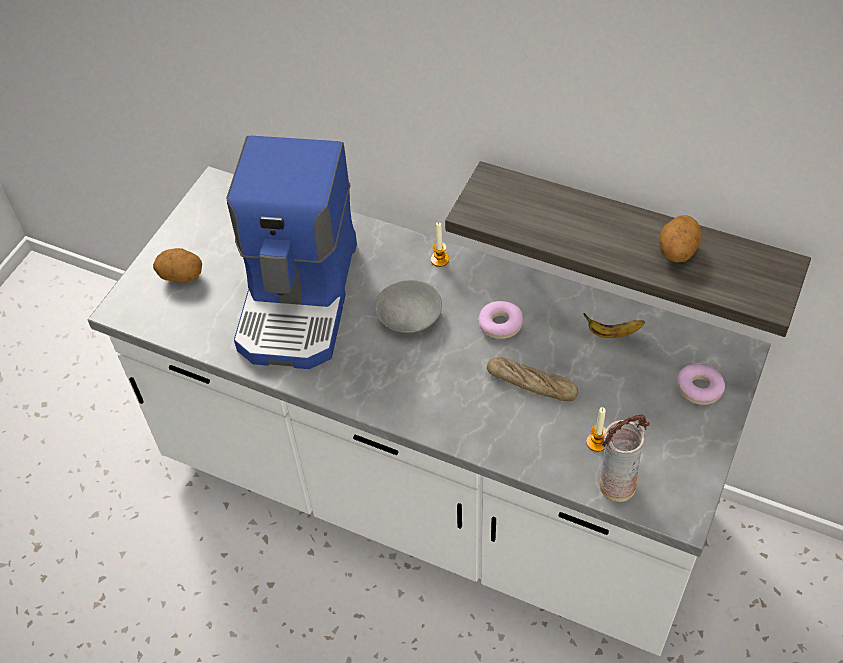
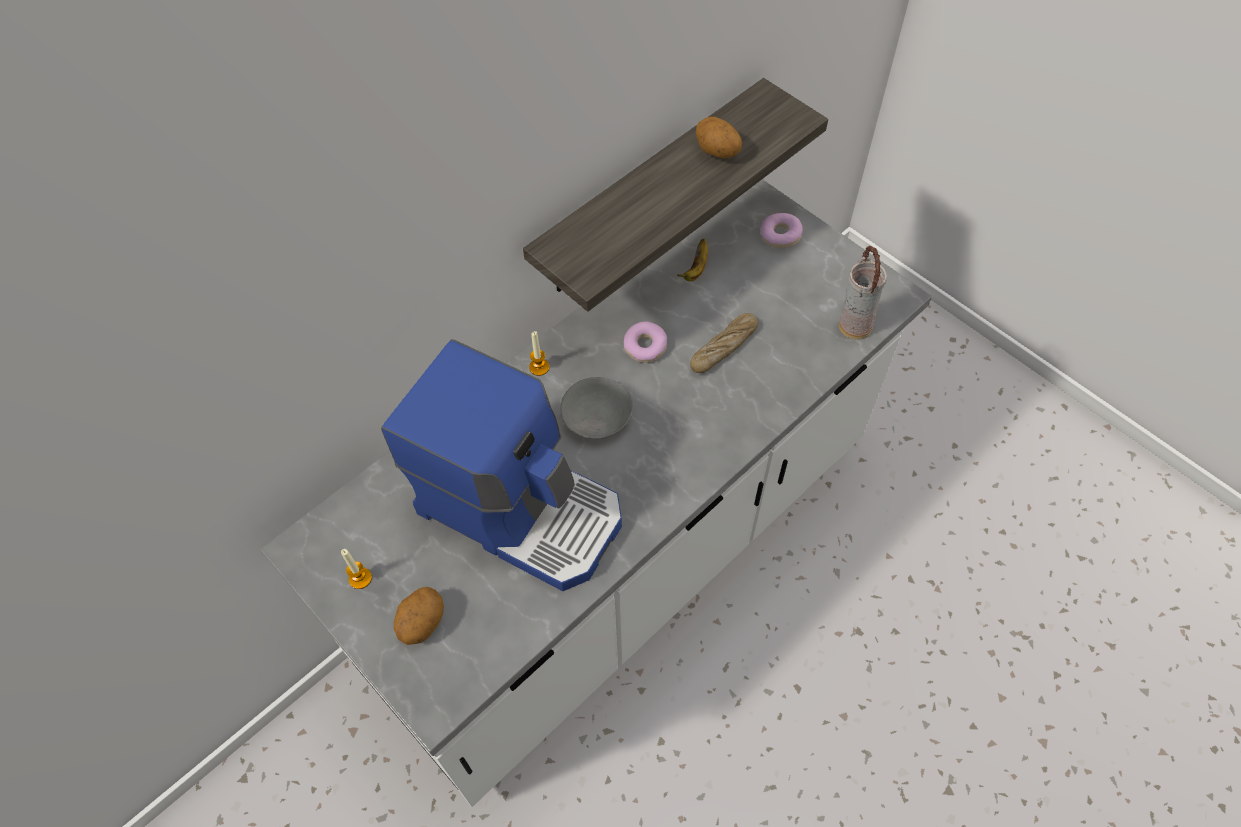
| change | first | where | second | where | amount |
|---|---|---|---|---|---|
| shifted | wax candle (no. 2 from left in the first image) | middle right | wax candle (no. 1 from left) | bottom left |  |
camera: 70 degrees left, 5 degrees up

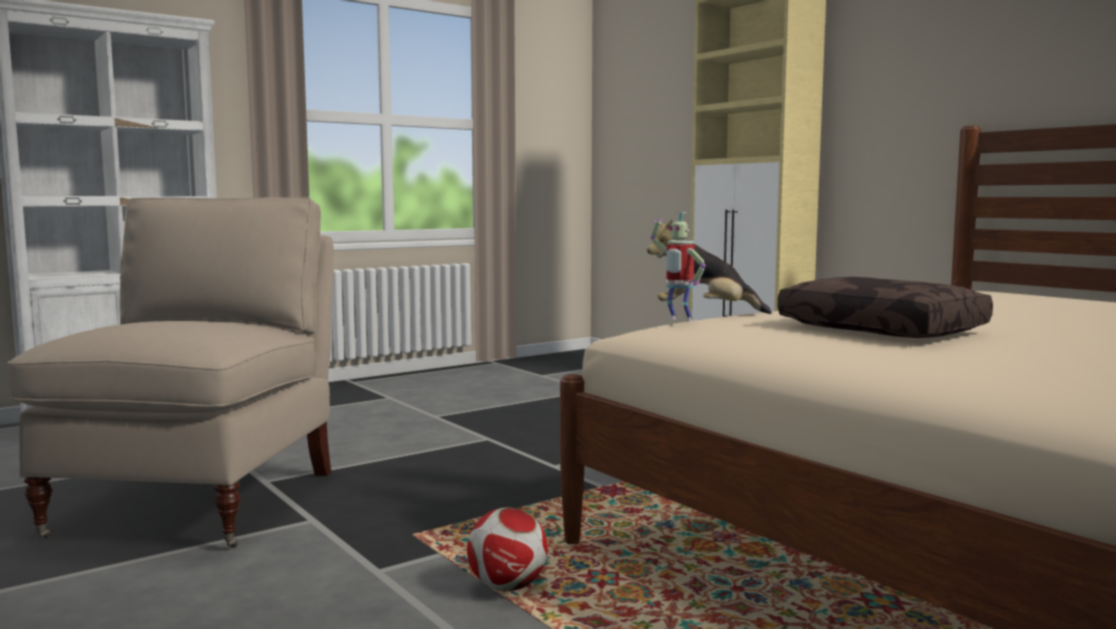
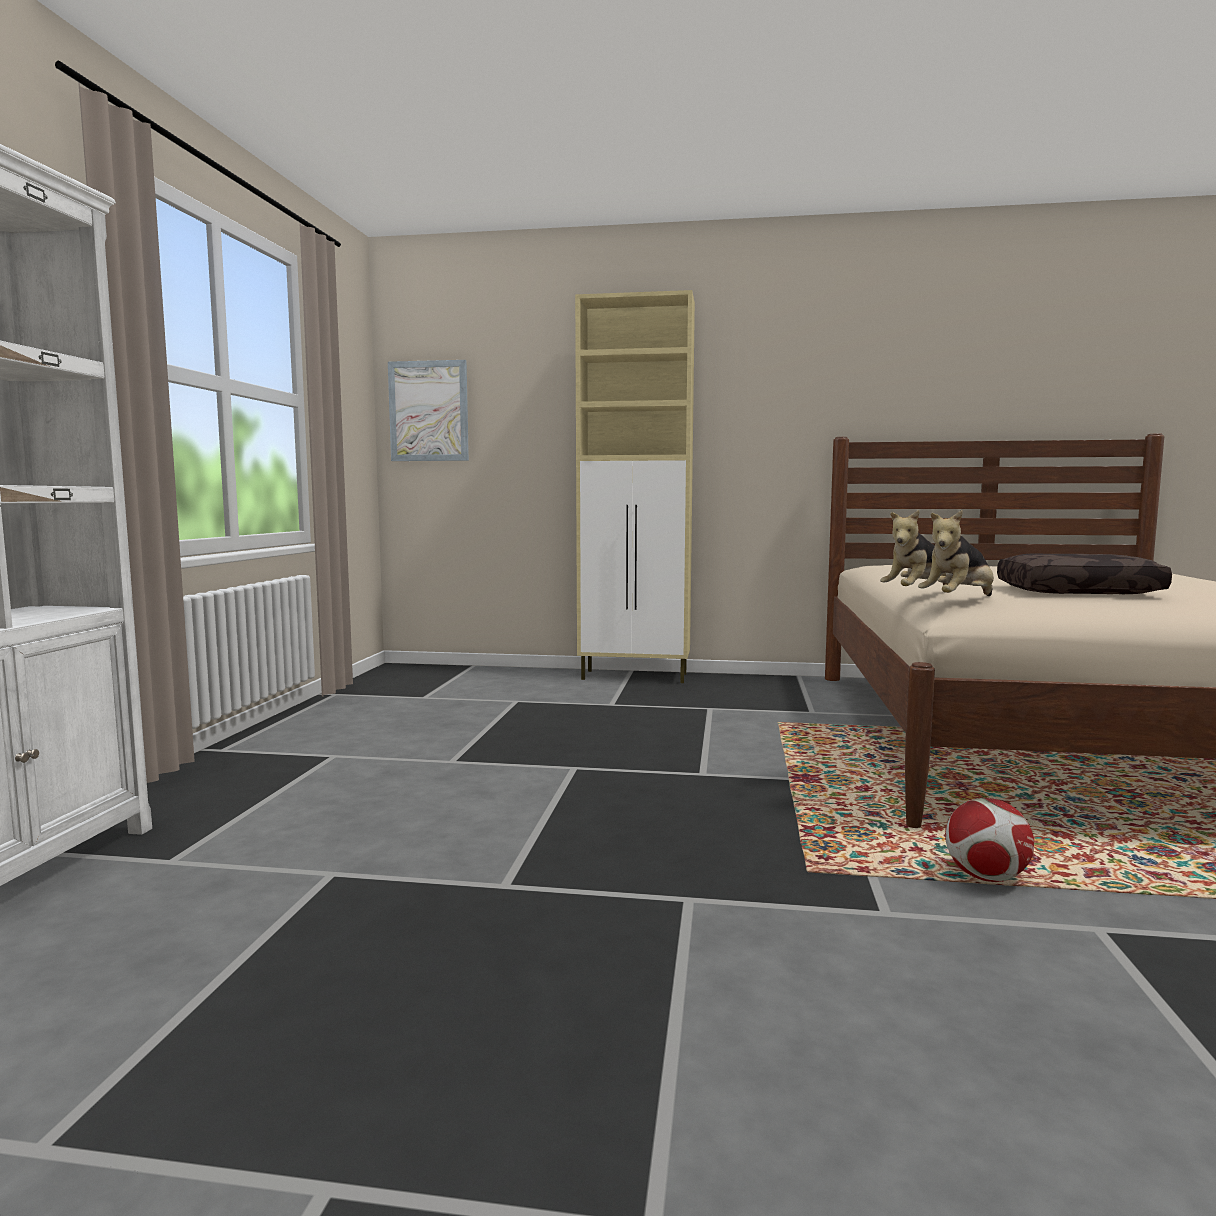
| change | first | where | second | where | amount |
|---|---|---|---|---|---|
| gone | beige chair | middle left |  |  |  |
| swapped | robot figure | centre | soft toy (no. 2 from left) | middle right |  |
| new |  |  | wall art | centre |  |
camera: 45 degrees left, 0 degrees up

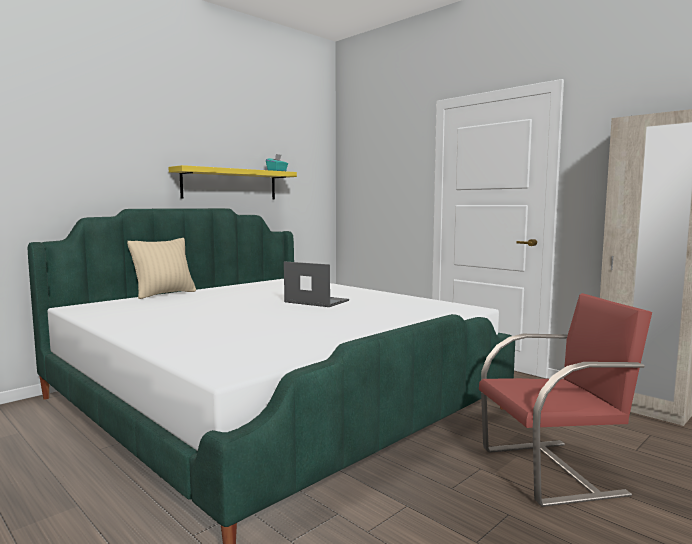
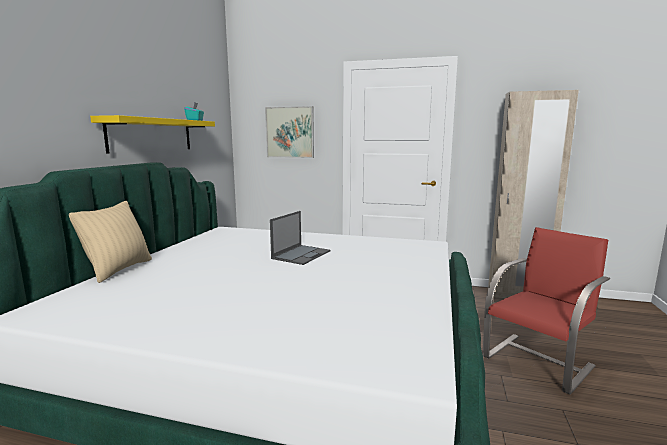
| change | first | where | second | where | amount |
|---|---|---|---|---|---|
| rotated | portable computer | centre |  | centre | 120 degrees clockwise |
| new |  |  | wall art | top centre |  |
camera: 30 degrees left, 5 degrees up

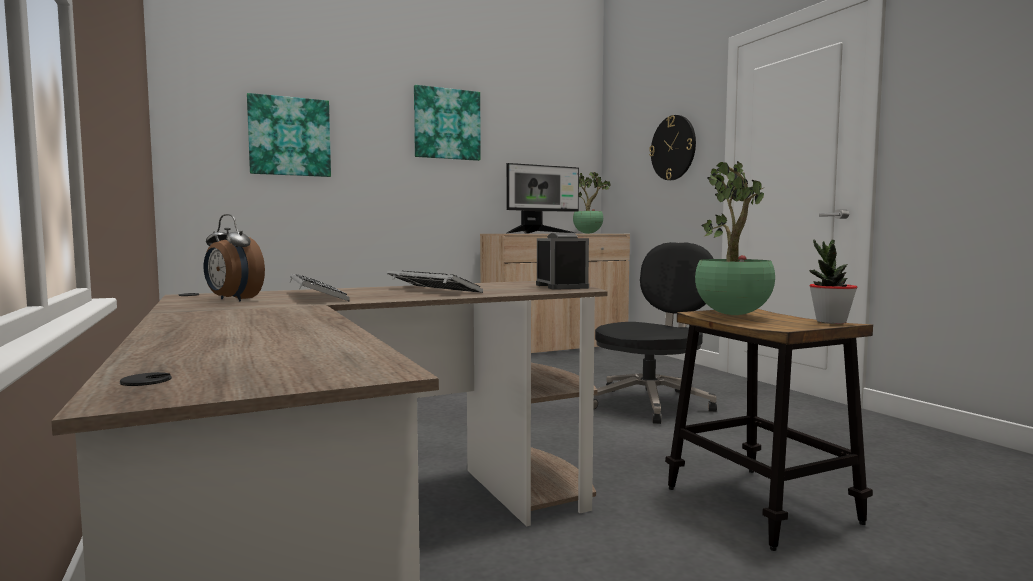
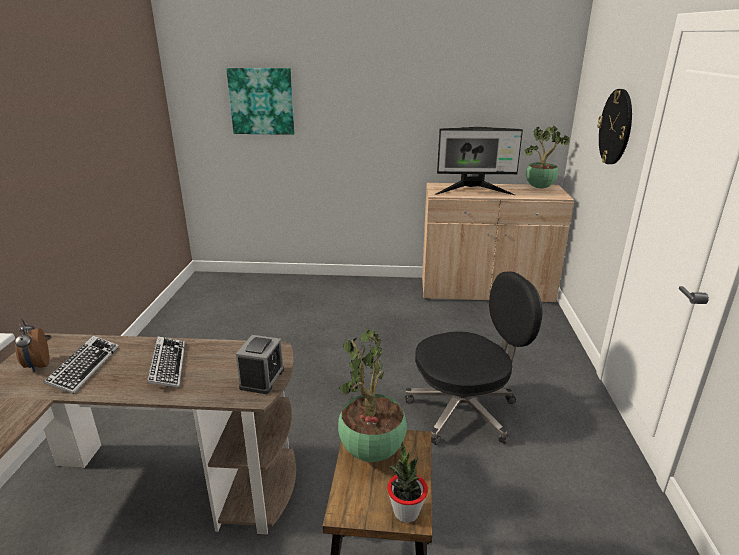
| change | first | where | second | where | amount |
|---|---|---|---|---|---|
| gone | wall art (no. 2 from left) | top centre |  |  |  |
camera: 30 degrees right, 20 degrees up

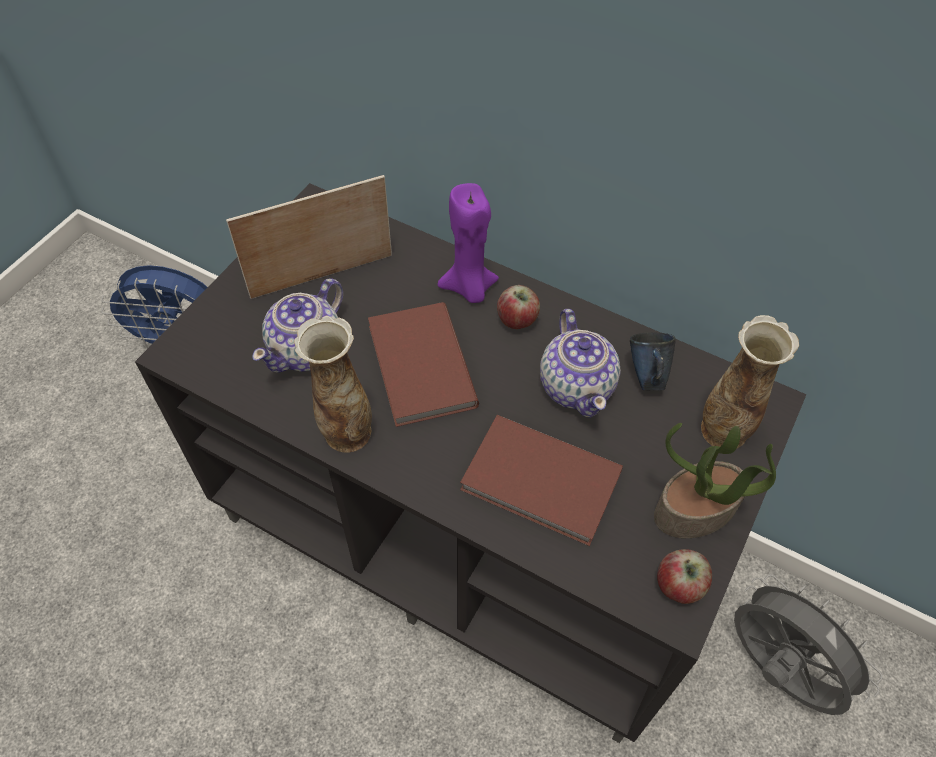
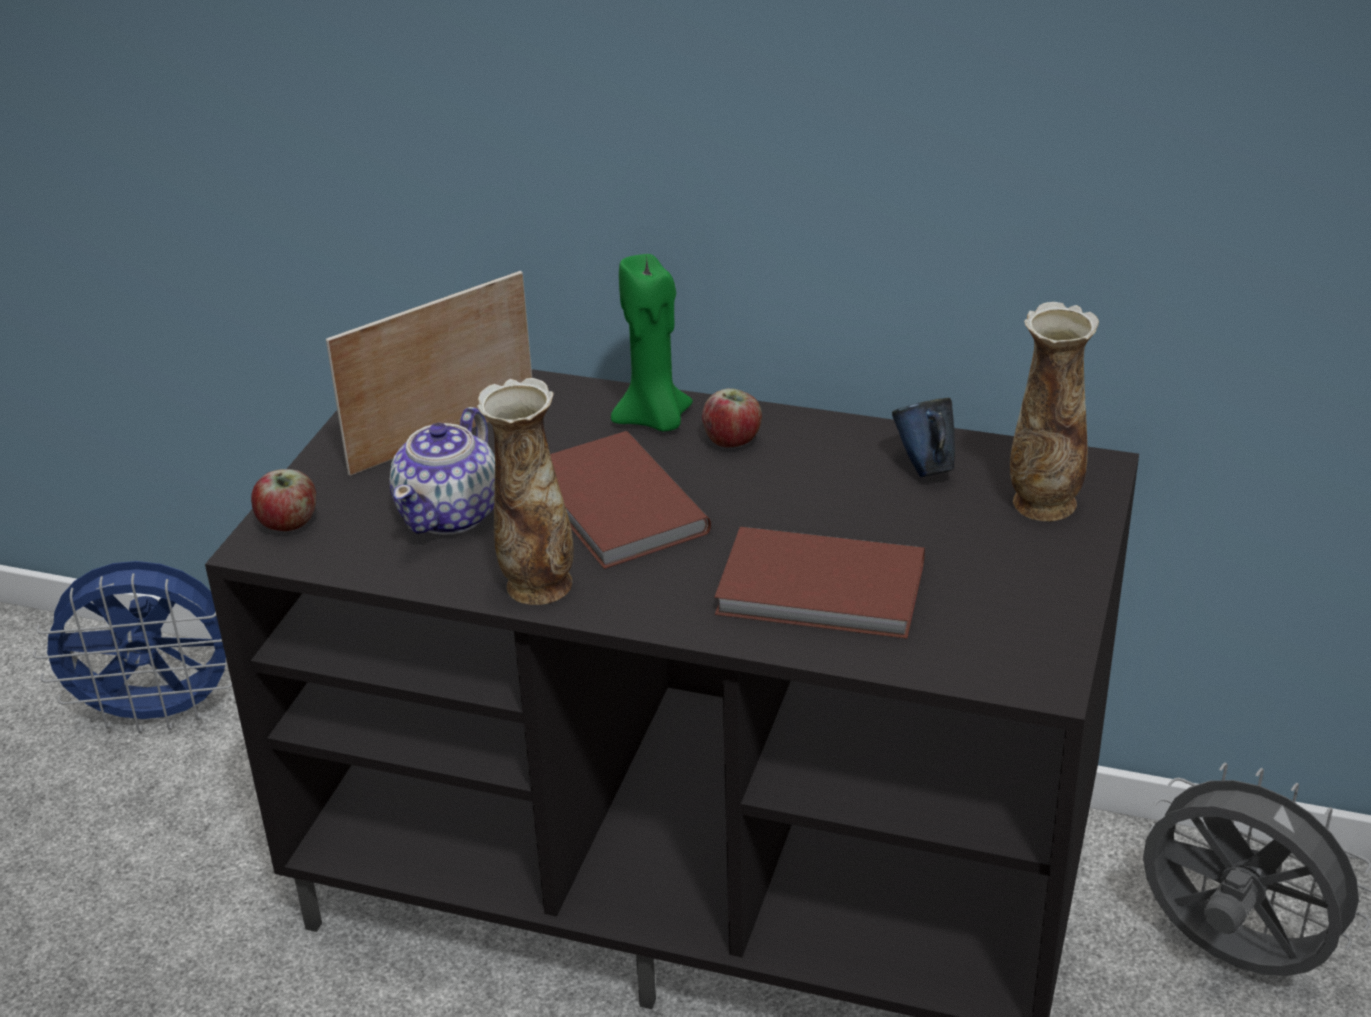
| change | first | where | second | where | amount |
|---|---|---|---|---|---|
| repainted | purple wax candle | top centre | green-coloured wax candle | centre |  |
| gone | tea pot (no. 2 from left) | centre |  |  |  |
| gone | houseplant | middle right |  |  |  |
| shifted | apple (no. 2 from left in the first image) | bottom right | apple (no. 1 from left) | middle left |  |
camera: 10 degrees left, 20 degrees down

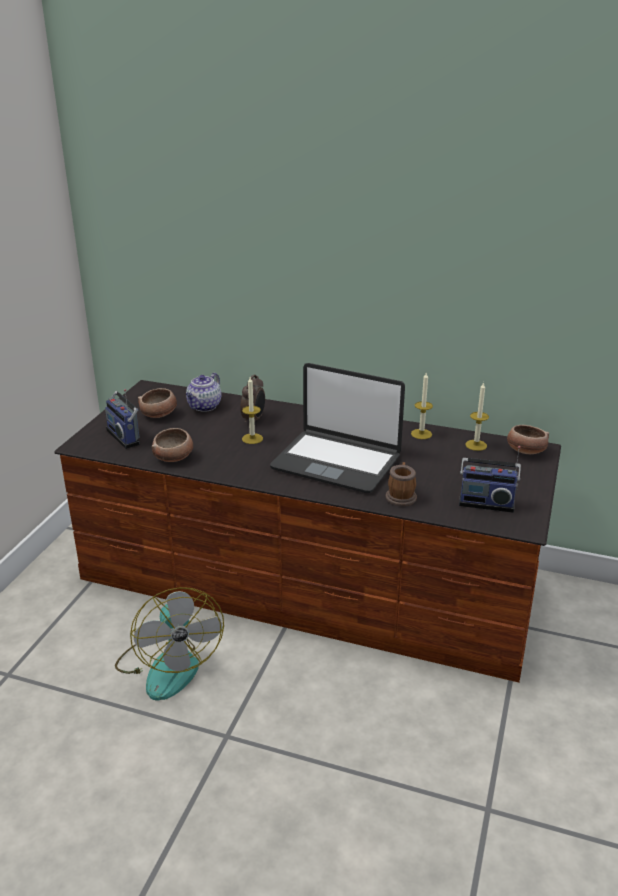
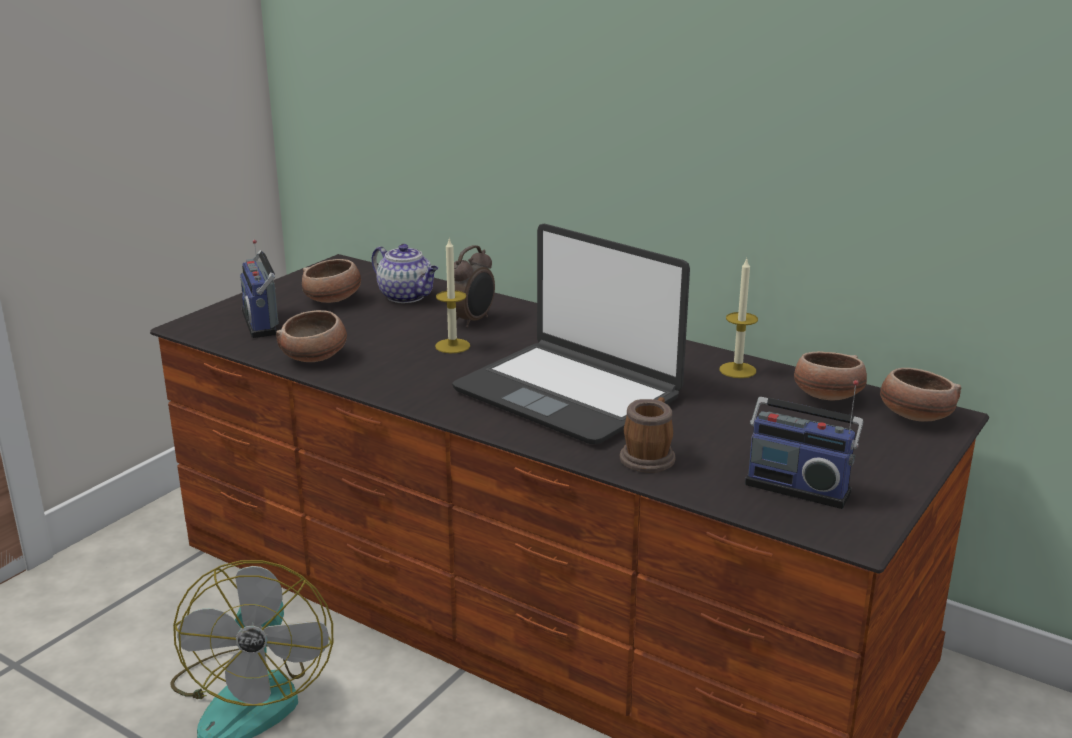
| change | first | where | second | where | amount |
|---|---|---|---|---|---|
| rotated | tea pot | middle left |  | centre | 90 degrees counterclockwise |
| swapped | wax candle (no. 3 from left) | middle right | deep dish (no. 3 from left) | middle right |  |
camera: 15 degrees right, 5 degrees down

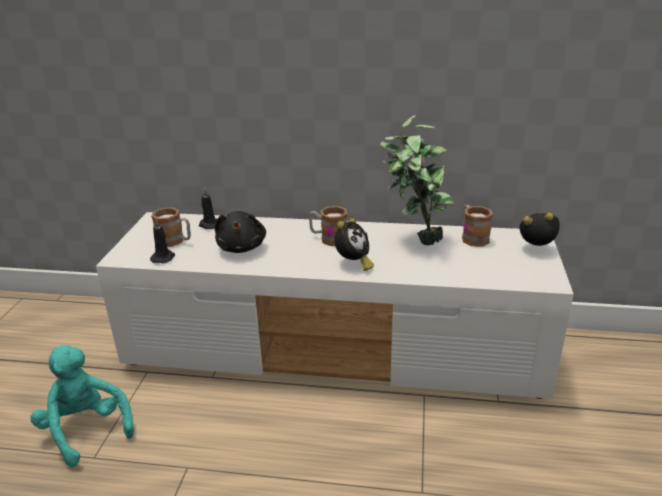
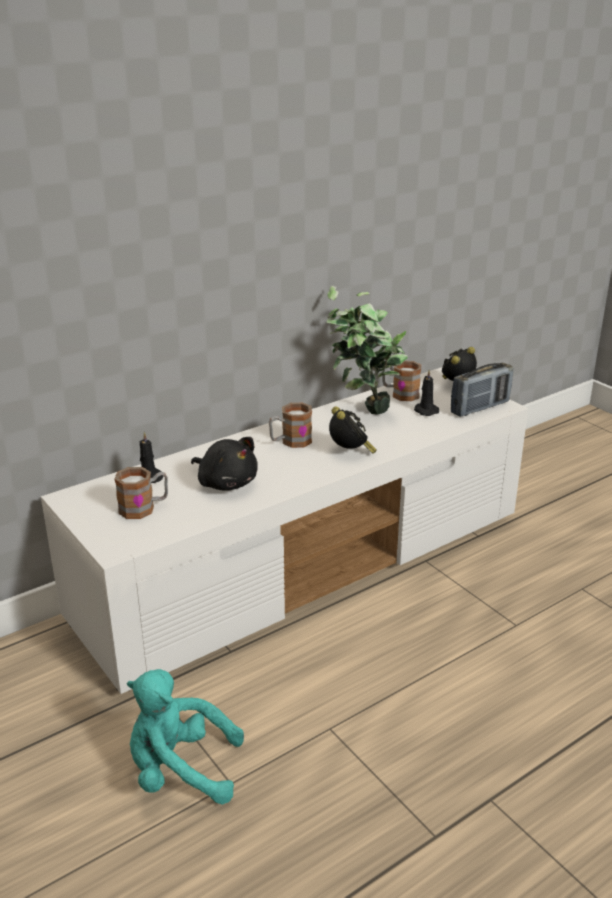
| change | first | where | second | where | amount |
|---|---|---|---|---|---|
| shifted | blackish wax candle (no. 1 from left in the first image) | middle left | blackish wax candle (no. 2 from left) | middle right |  |
| new |  |  | radio receiver | middle right |  |
camera: 45 degrees left, 0 degrees up

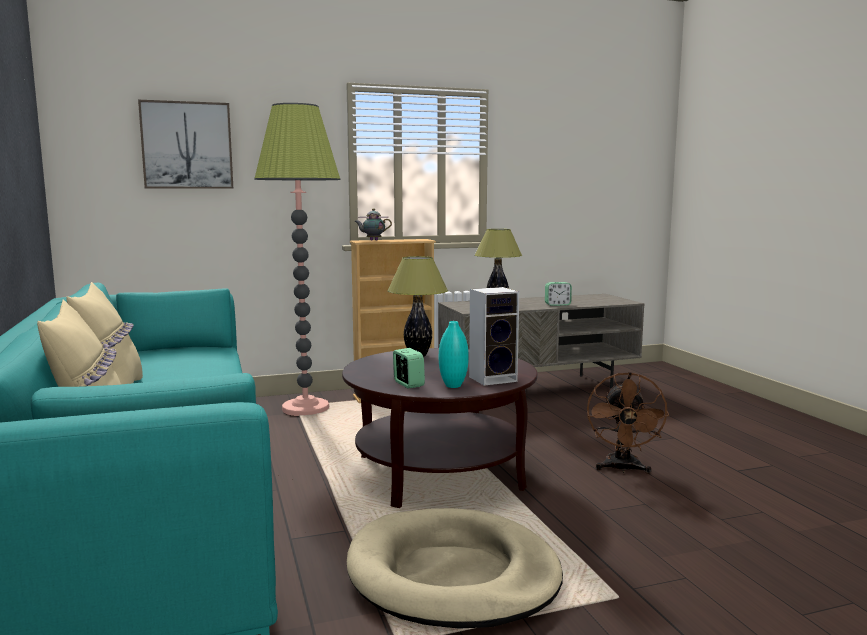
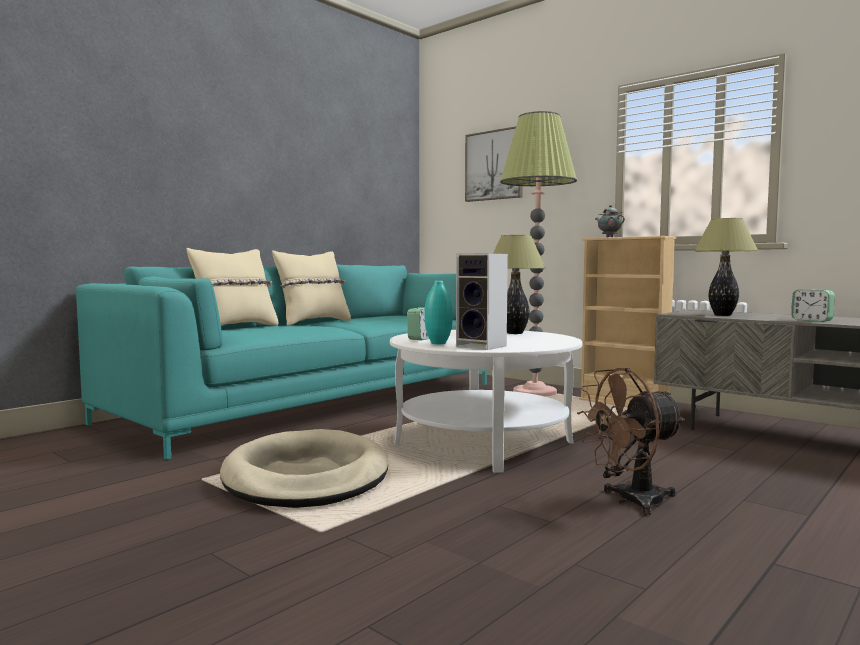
| change | first | where | second | where | amount |
|---|---|---|---|---|---|
| repainted | brownish lounge table | bottom centre | whitish lounge table | centre |  |
camera: 60 degrees right, 5 degrees down

